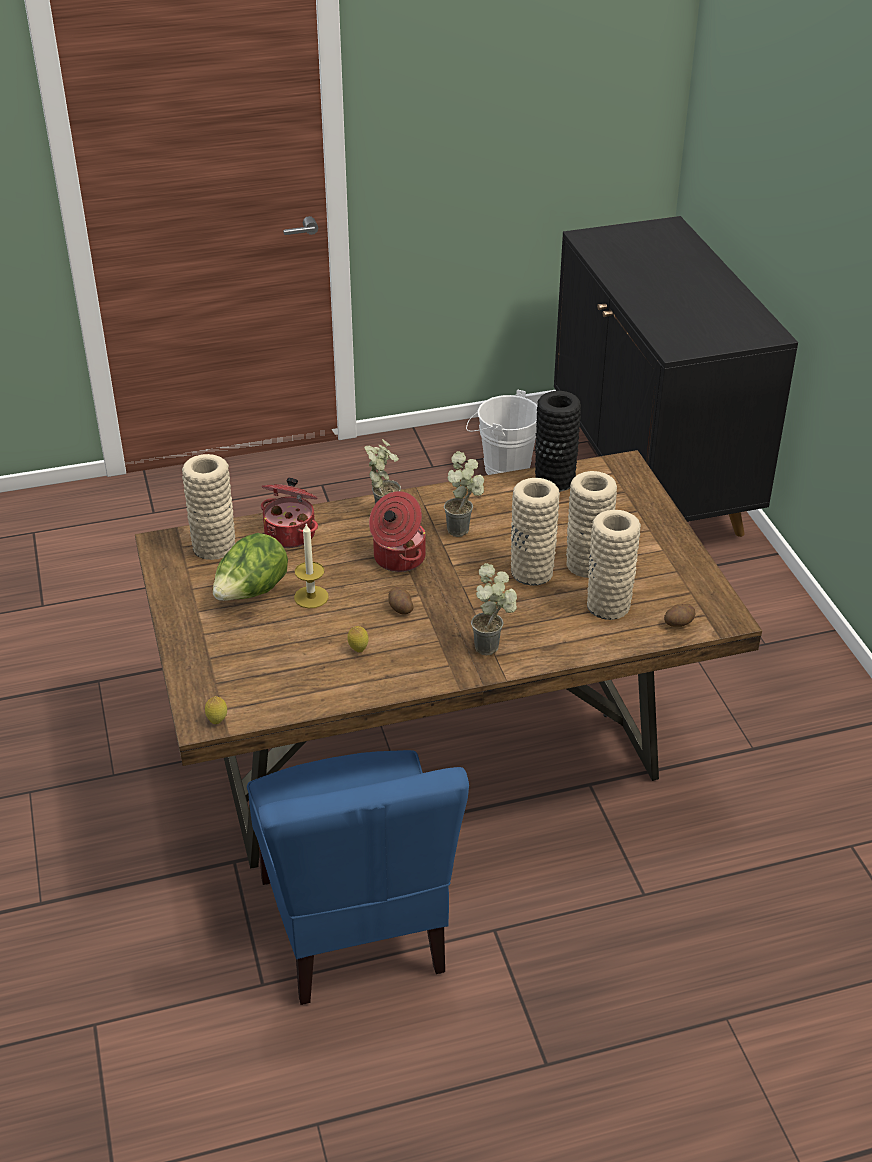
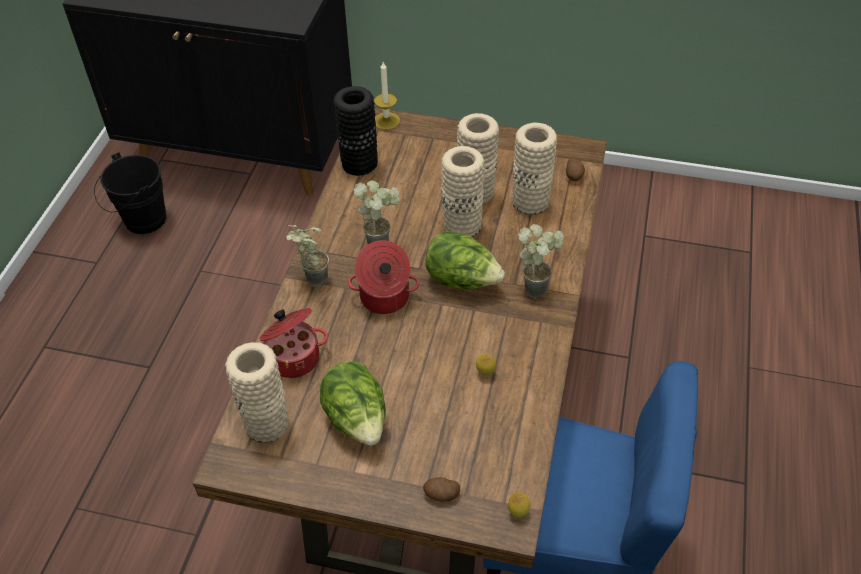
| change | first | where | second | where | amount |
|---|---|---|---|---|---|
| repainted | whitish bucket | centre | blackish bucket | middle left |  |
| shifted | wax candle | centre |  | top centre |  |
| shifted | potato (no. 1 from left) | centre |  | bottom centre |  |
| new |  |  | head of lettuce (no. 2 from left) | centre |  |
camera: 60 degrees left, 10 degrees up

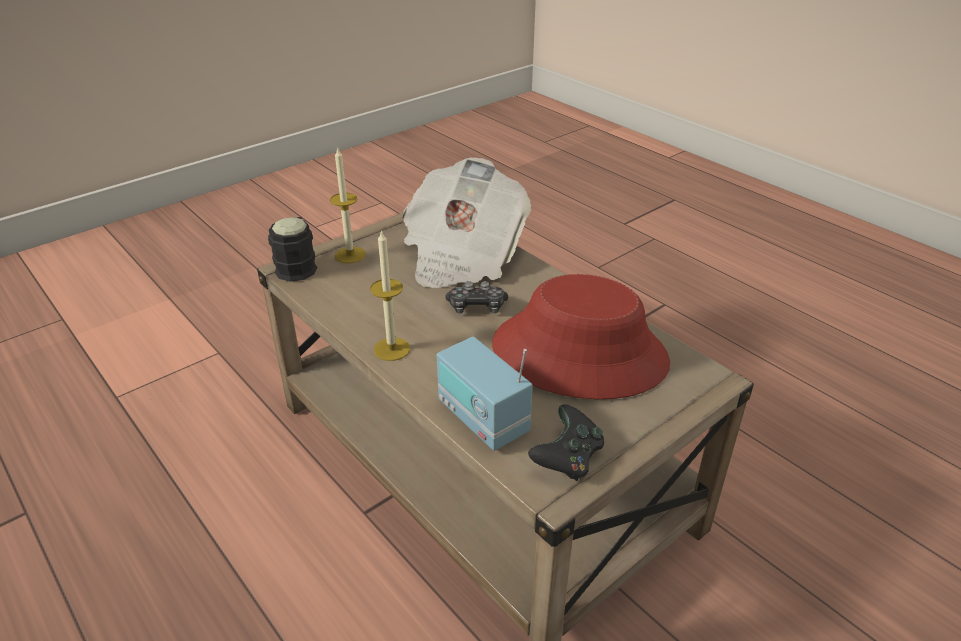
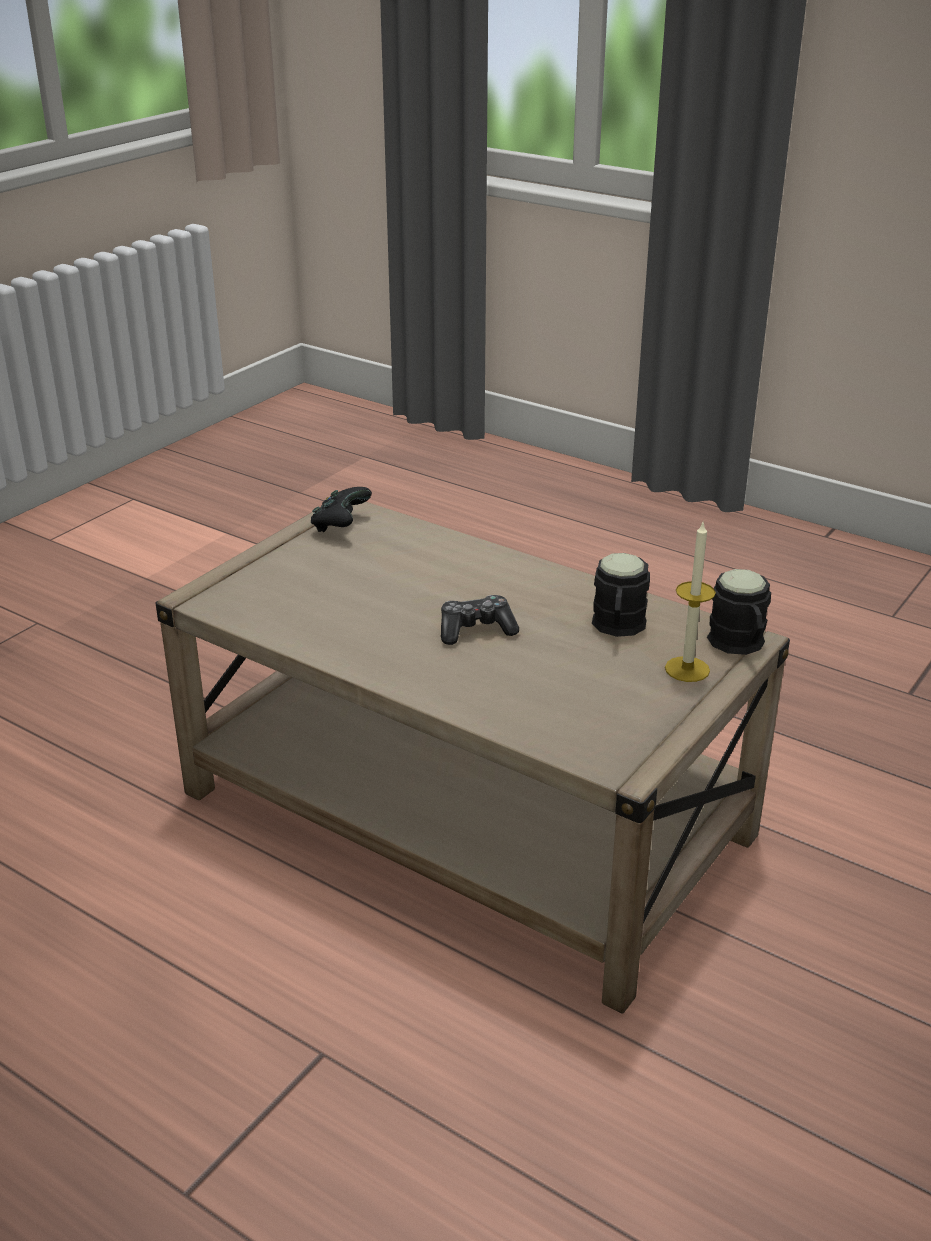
| change | first | where | second | where | amount |
|---|---|---|---|---|---|
| gone | daily paper | centre |  |  |  |
| gone | wax candle (no. 2 from left) | centre |  |  |  |
| gone | red-coloured hat | centre |  |  |  |
| gone | radio receiver | centre |  |  |  |
| new |  |  | blackish mug (no. 1 from left) | middle right |  |
camera: 165 degrees right, 5 degrees down

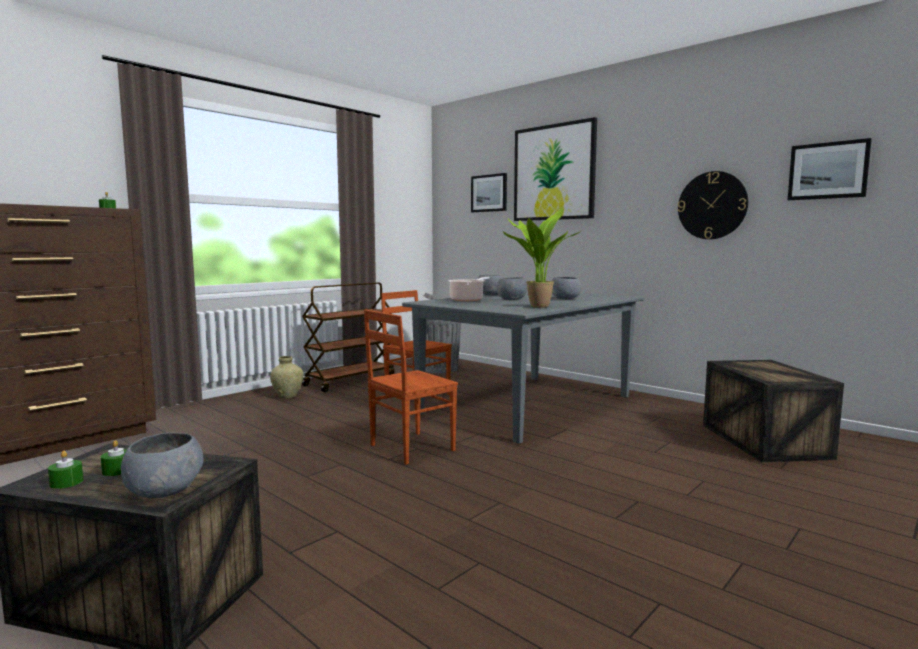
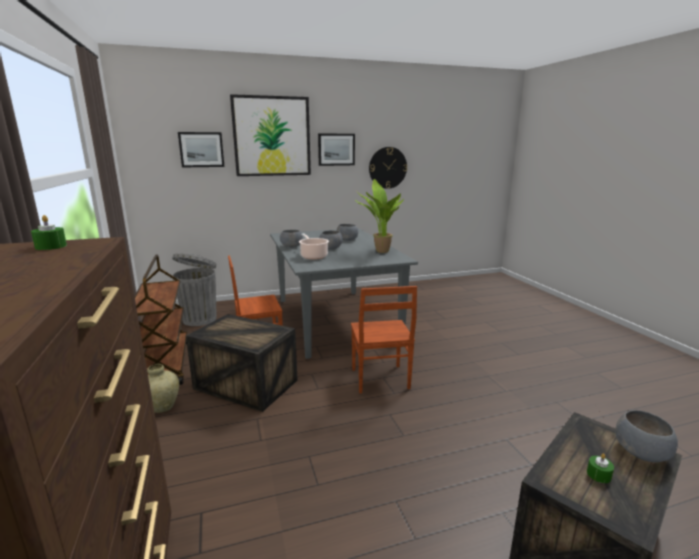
| change | first | where | second | where | amount |
|---|---|---|---|---|---|
| shifted | wall art (no. 3 from left) | top right |  | top centre |  |
| shifted | packing crate (no. 2 from left in the first image) | middle right | packing crate (no. 1 from left) | centre |  |
| gone | green-coloured wax candle (no. 1 from left) | bottom left |  |  |  |
camera: 60 degrees left, 10 degrees up

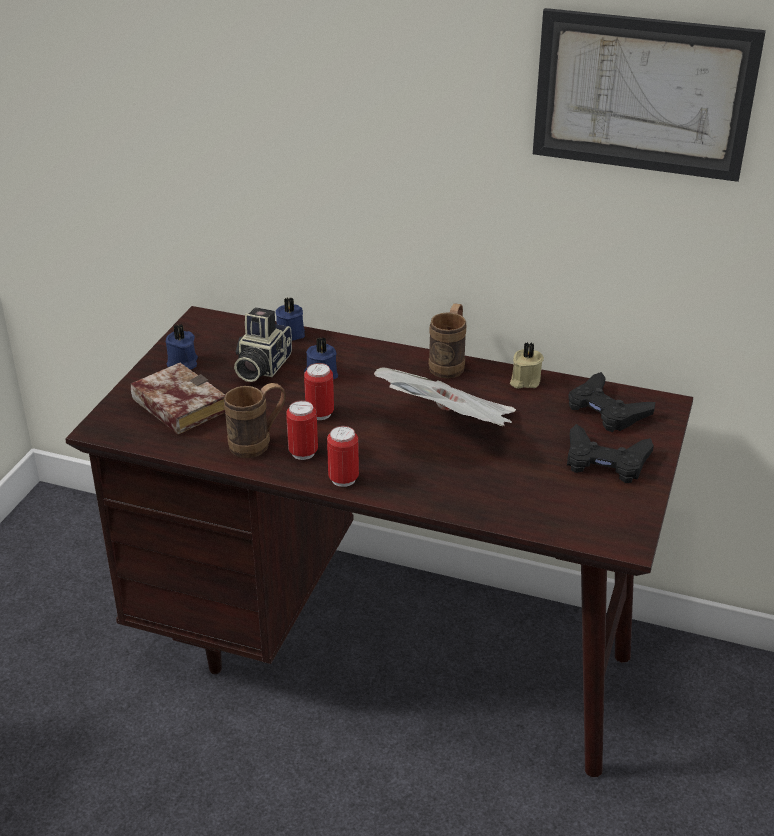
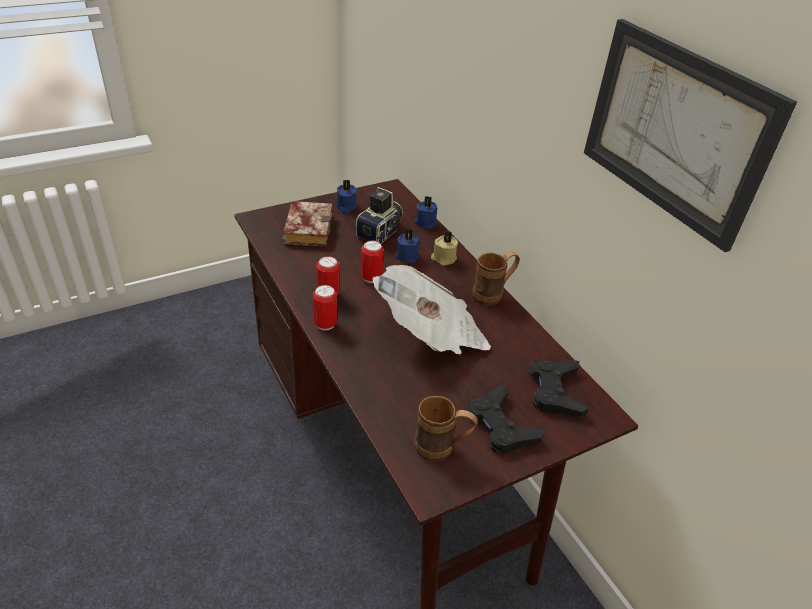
| change | first | where | second | where | amount |
|---|---|---|---|---|---|
| rotated | still camera | centre |  | centre | 150 degrees clockwise |
| shifted | beige wax candle | middle right |  | centre |  |
| shifted | brownish mug (no. 1 from left) | middle left |  | bottom centre |  |
camera: 40 degrees right, 5 degrees up

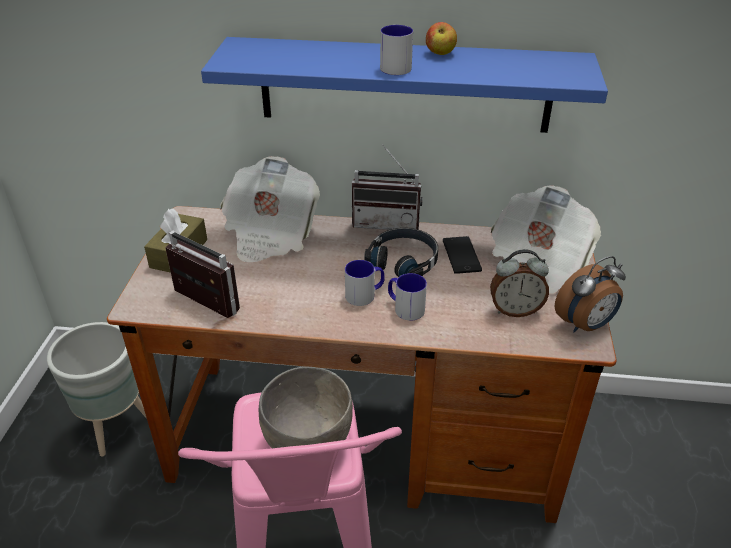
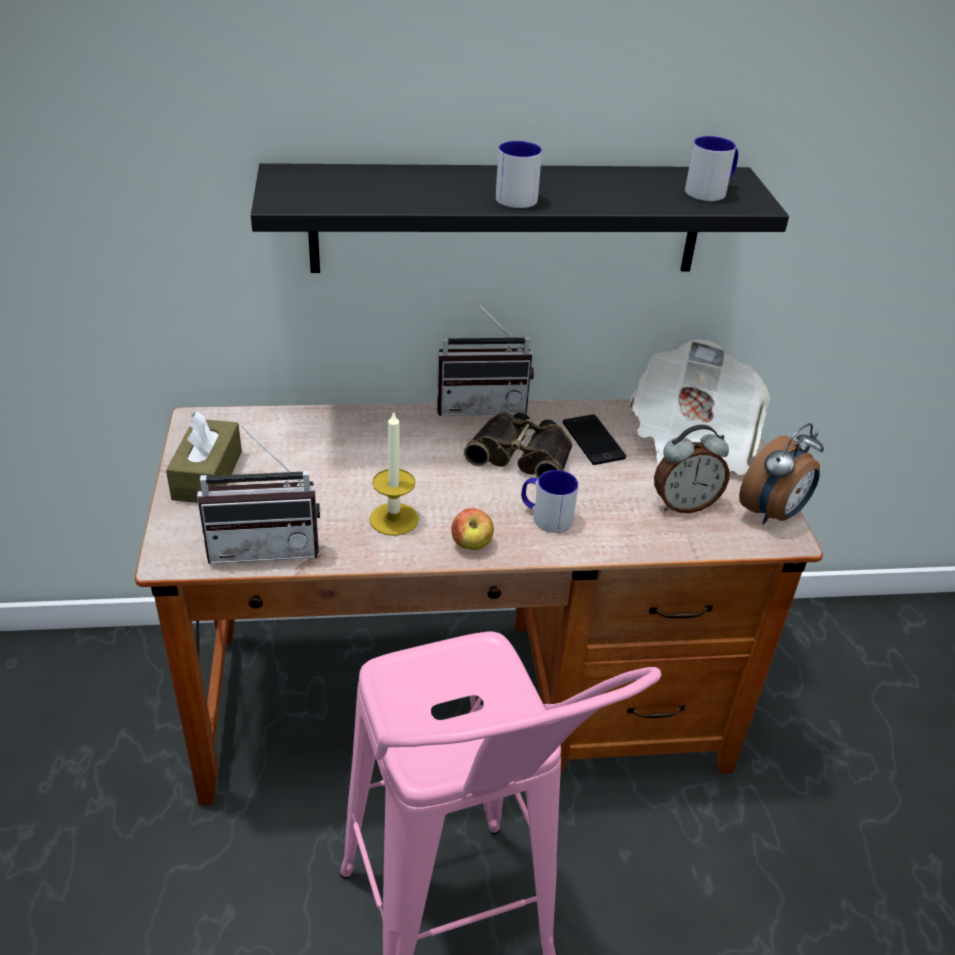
| change | first | where | second | where | amount |
|---|---|---|---|---|---|
| shifted | apple | top centre |  | centre |  |
| repainted | blue-coloured shelf | top centre | blackish shelf | top centre |  |
| gone | daily paper (no. 1 from left) | centre |  |  |  |
| swapped | blackish headset | centre | field glasses | centre |  |
| rotated | radio receiver (no. 1 from left) | middle left |  | middle left | 150 degrees clockwise |
| shifted | mug (no. 1 from left in the first image) | centre | mug (no. 3 from left) | top right |  |
| gone | gray plant pot | bottom left |  |  |  |
| gone | gray deep dish | bottom centre |  |  |  |
| new |  |  | wax candle | centre |  |
camera: 15 degrees left, 0 degrees up

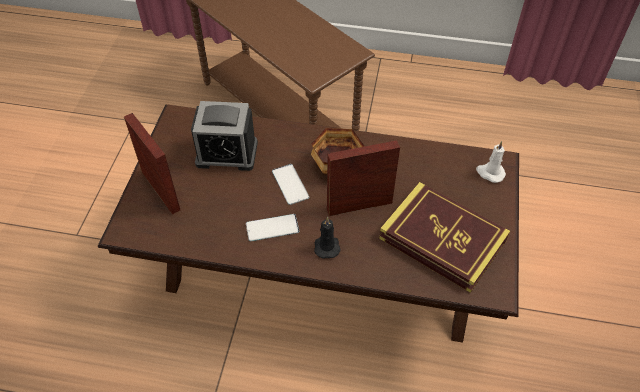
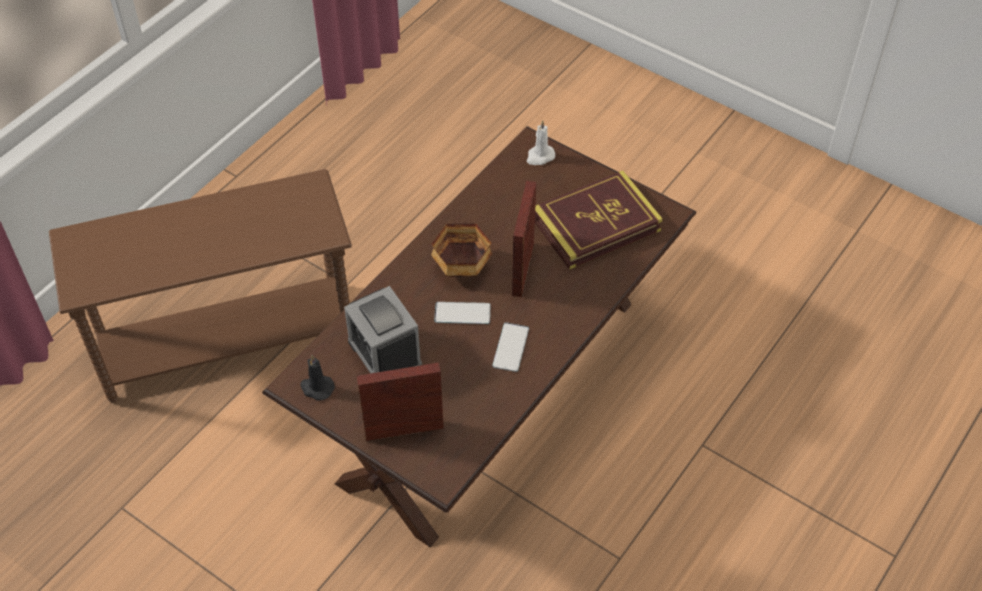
| change | first | where | second | where | amount |
|---|---|---|---|---|---|
| rotated | alarm clock | centre |  | centre | 120 degrees clockwise |
| shifted | blackish wax candle | centre |  | middle left |  |
camera: 65 degrees left, 0 degrees up

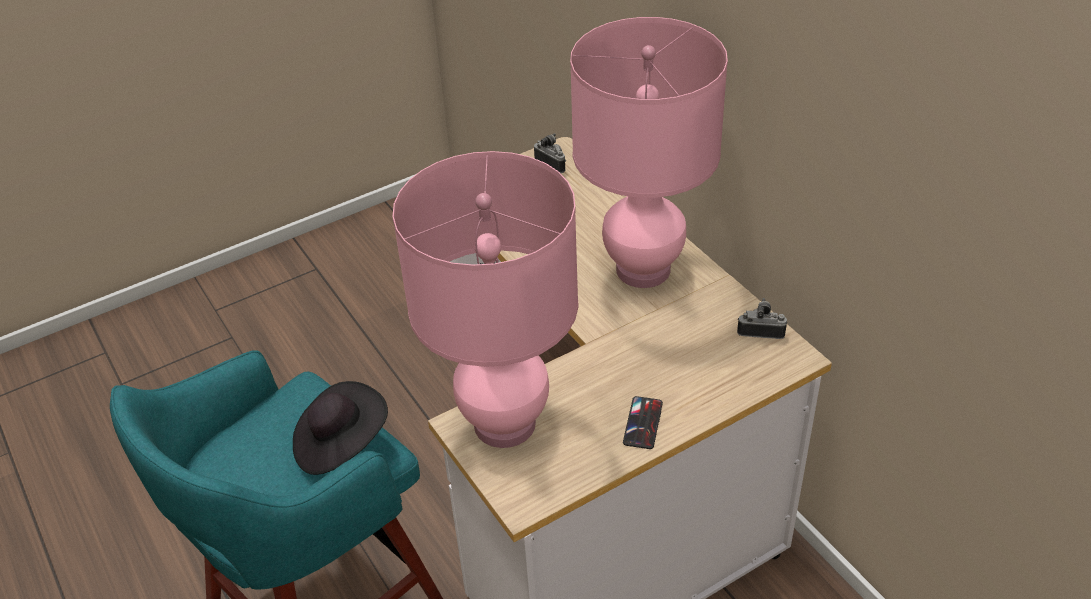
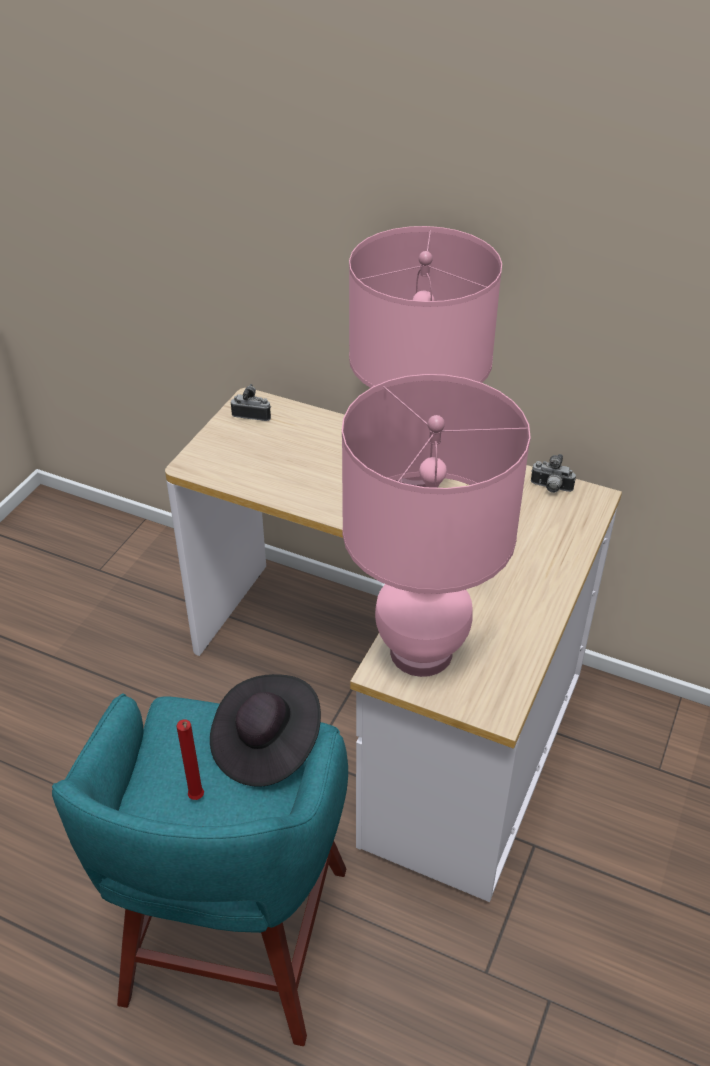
| change | first | where | second | where | amount |
|---|---|---|---|---|---|
| rotated | still camera (no. 2 from left) | middle right |  | middle right | 135 degrees counterclockwise |
| gone | handset | bottom centre |  |  |  |
| new |  |  | red-coloured wax candle | bottom left |  |
camera: 35 degrees left, 0 degrees up

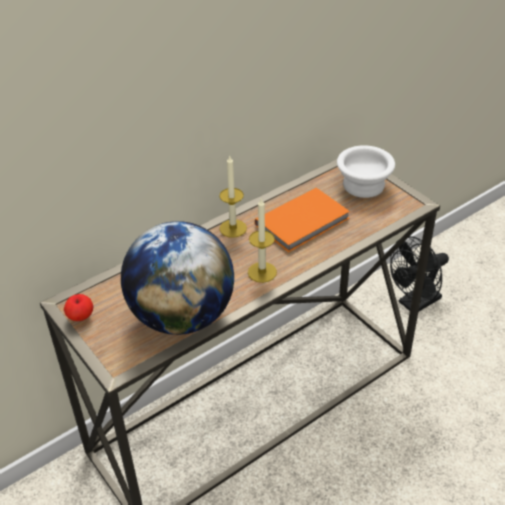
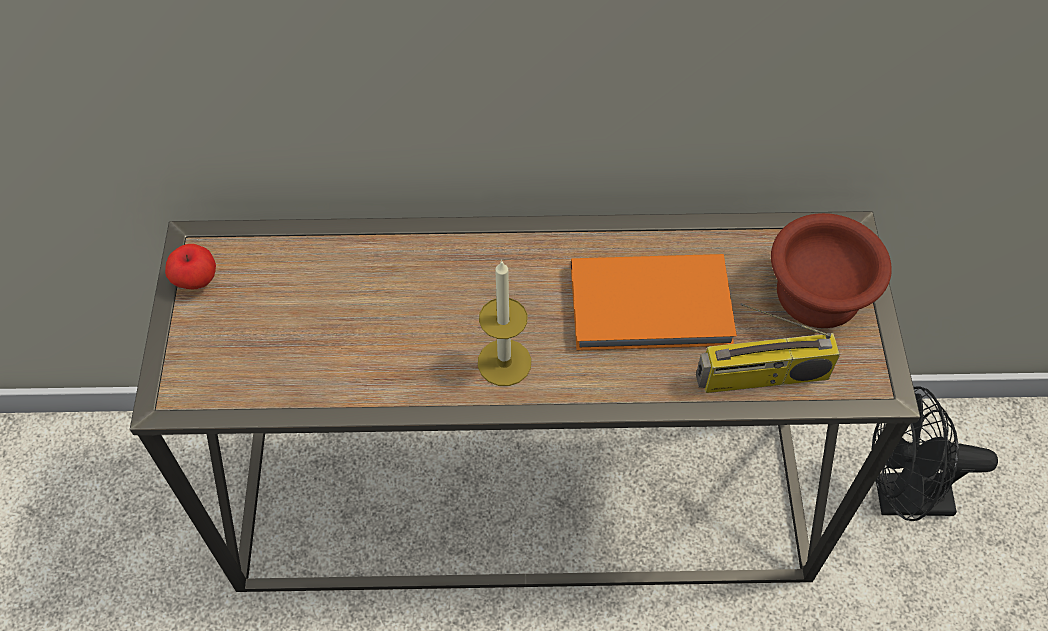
| change | first | where | second | where | amount |
|---|---|---|---|---|---|
| repainted | whitish deep dish | middle right | brownish deep dish | middle right |  |
| gone | wax candle (no. 1 from left) | centre |  |  |  |
| gone | globe | centre |  |  |  |
| new |  |  | radio receiver | middle right |  |
camera: 35 degrees right, 15 degrees up

